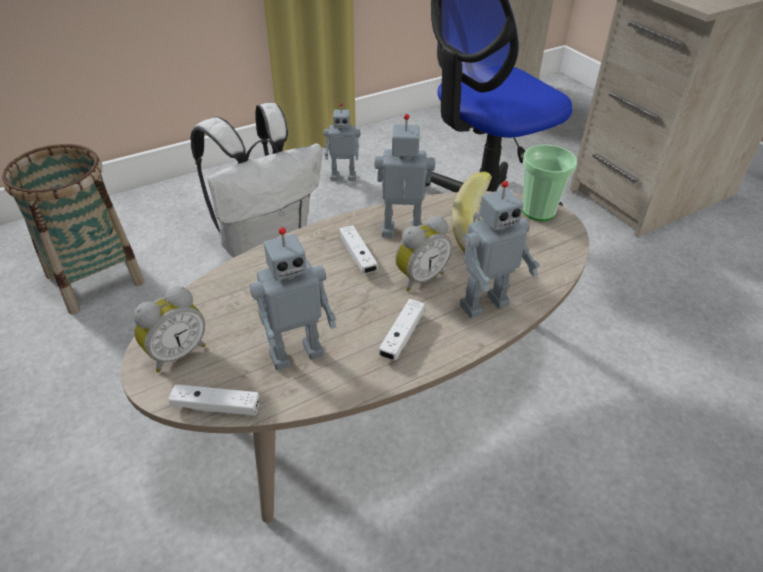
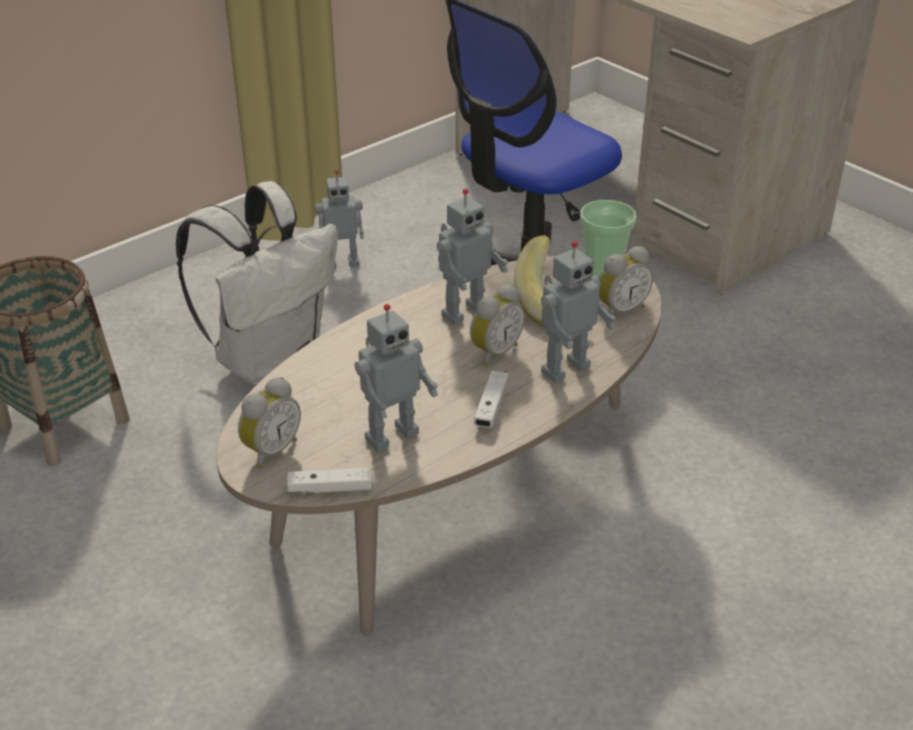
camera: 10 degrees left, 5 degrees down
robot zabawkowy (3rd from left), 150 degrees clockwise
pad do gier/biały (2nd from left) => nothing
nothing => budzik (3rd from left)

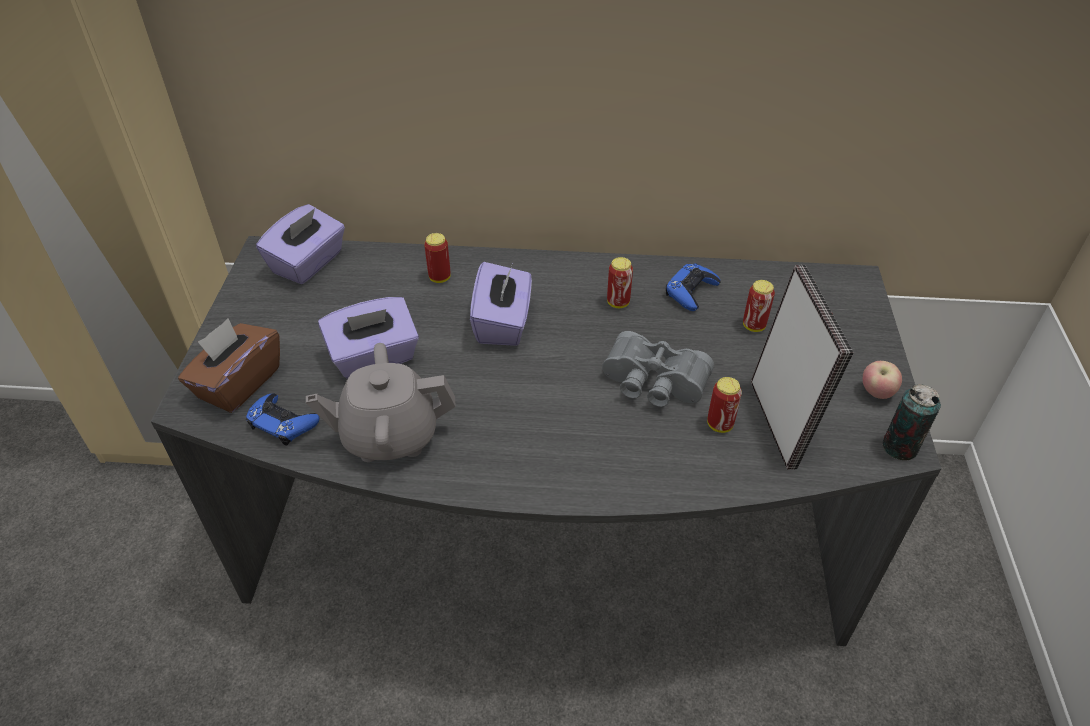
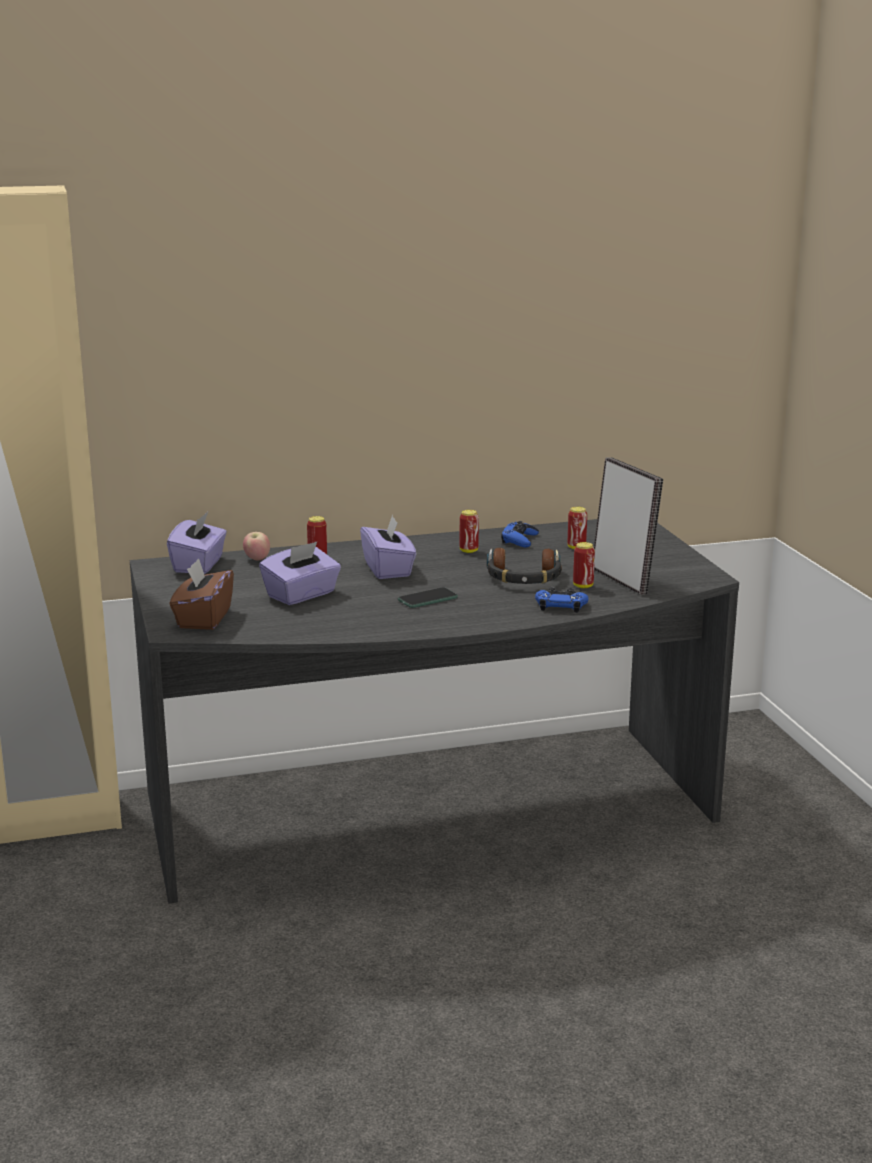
camera: 20 degrees left, 25 degrees down
lornetka/szary => słuchawki
imbryk/szary => nothing
jabłko, move
puszka (5th from left) => nothing
pad do gier/niebieski (1st from left in the first image) => pad do gier/niebieski (2nd from left), move
nothing => telefon

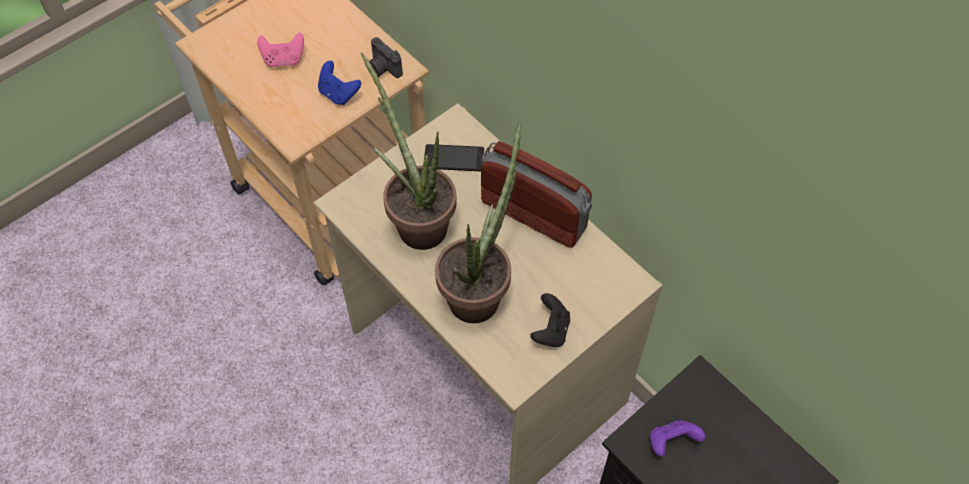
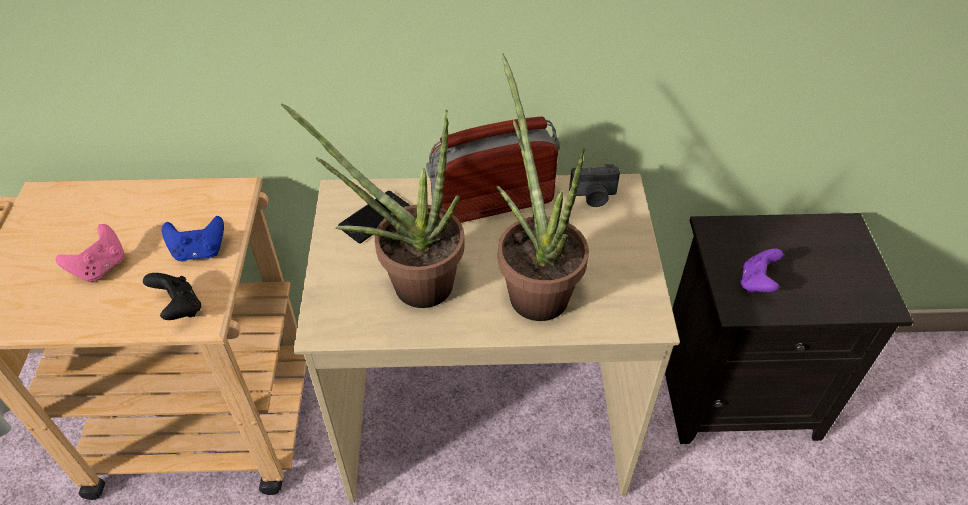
camera: 50 degrees left, 10 degrees down
aparat fotograficzny, move
pad do gier/czarny, move

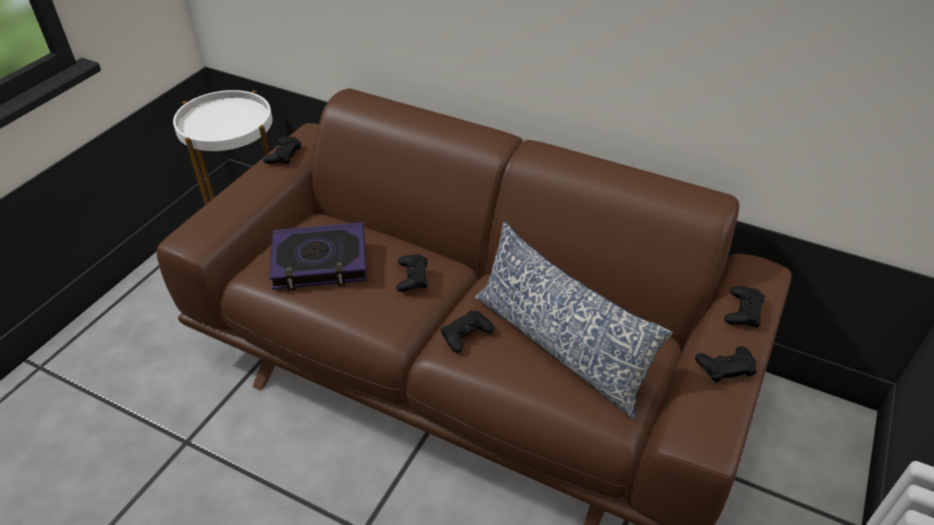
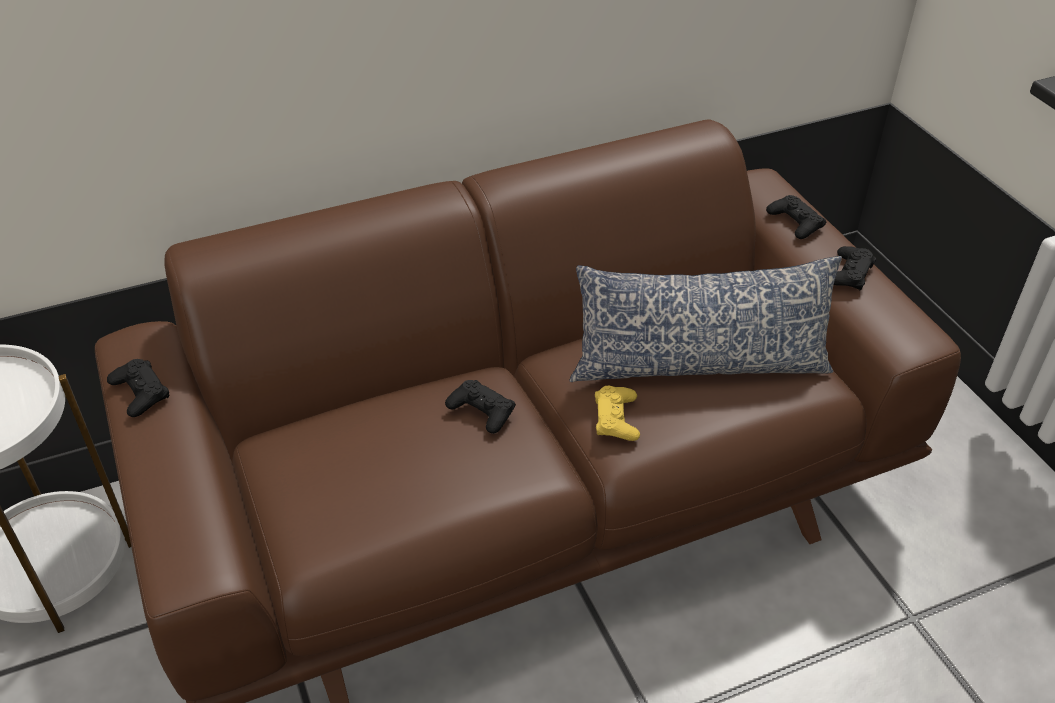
camera: 50 degrees left, 0 degrees up
książka => nothing
pad do gier/czarny (3rd from left) => pad do gier/żółty

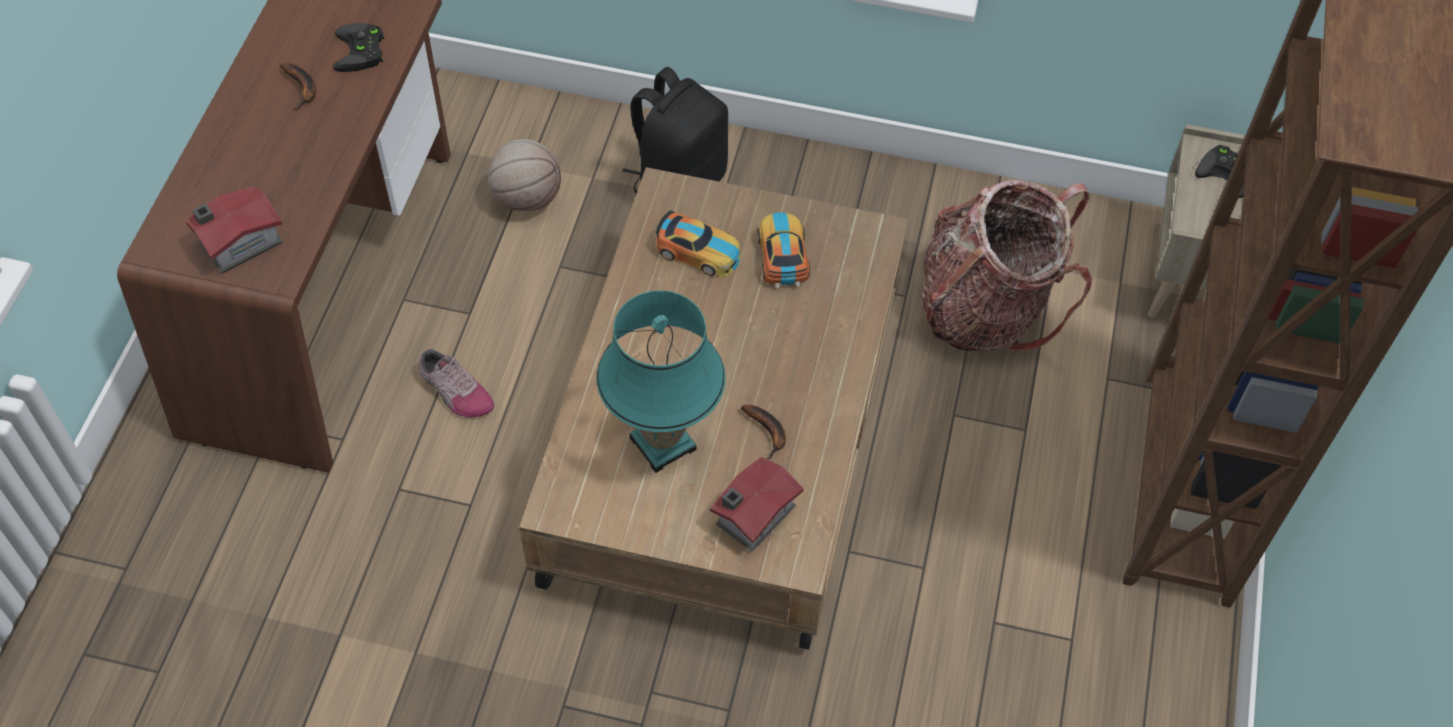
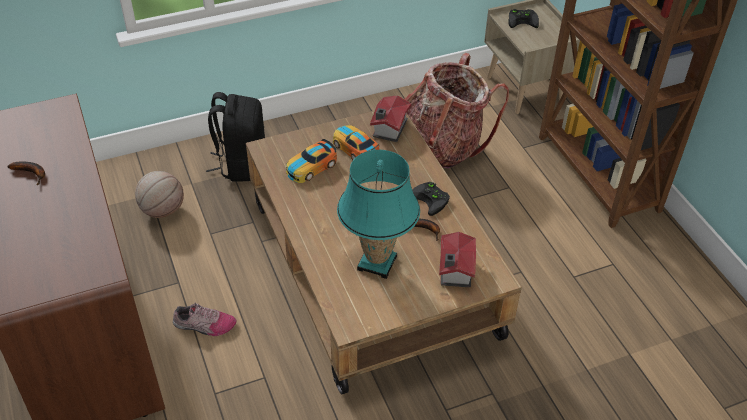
camera: 35 degrees left, 10 degrees down
pad do gier/czarny (1st from left), move
domek (1st from left), move
samochodzik (1st from left), 150 degrees clockwise

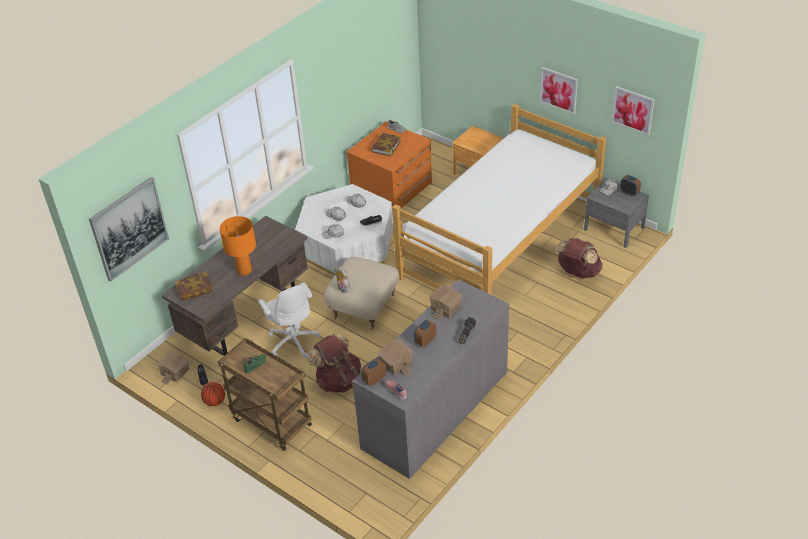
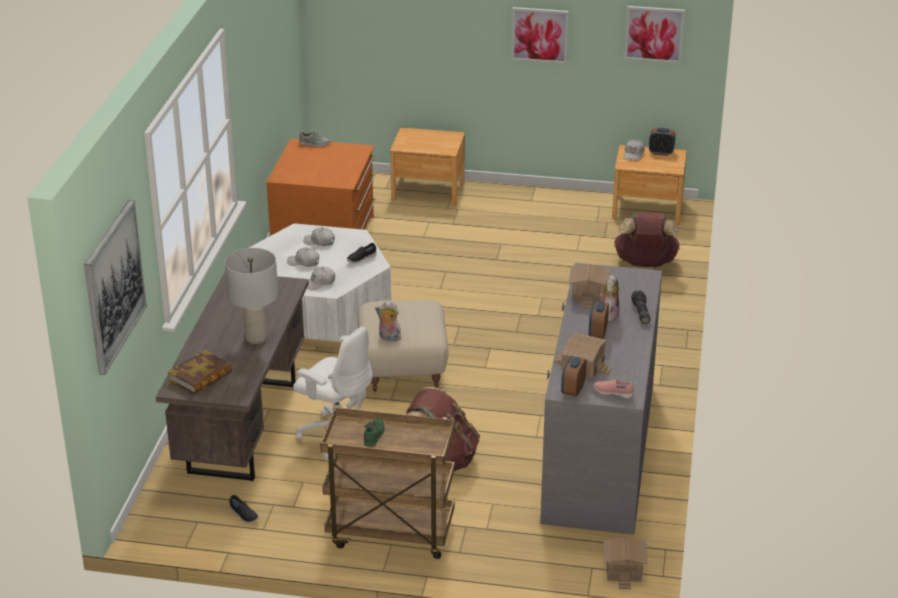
camera: 30 degrees left, 10 degrees down
łóżko => nothing
książka (2nd from left) => nothing
szafka nocna/szary => szafka nocna/brązowy (2nd from left)
lampa stołowa/pomarańczowy => lampa stołowa/szary
domek (1st from left in the first image) => domek (3rd from left), move
piłka do koszykówki => nothing
nothing => pluszak (2nd from left)

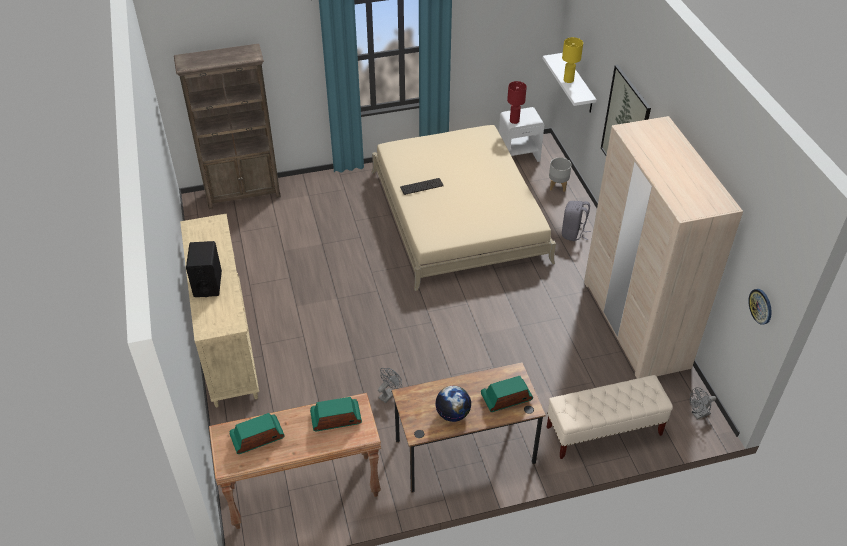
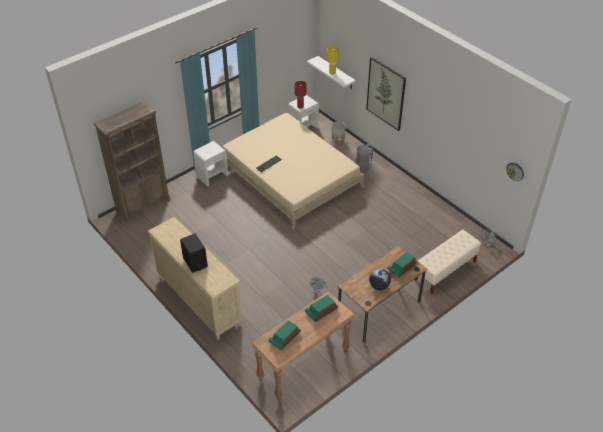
camera: 25 degrees left, 0 degrees up
szafa/beżowy => nothing
nothing => szafka nocna/biały (1st from left)

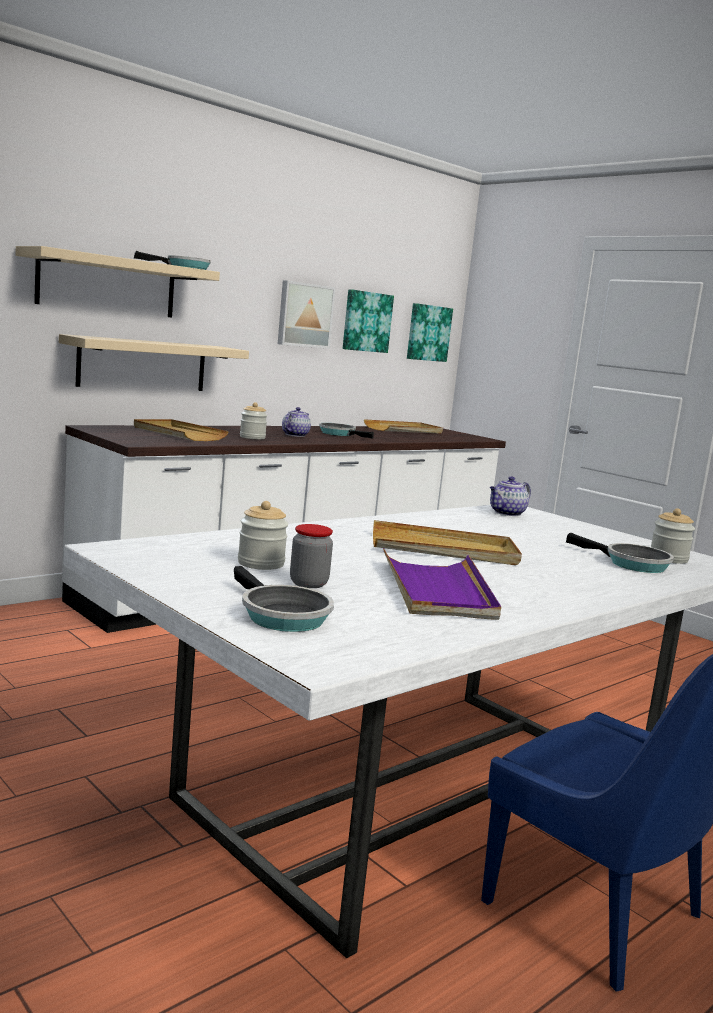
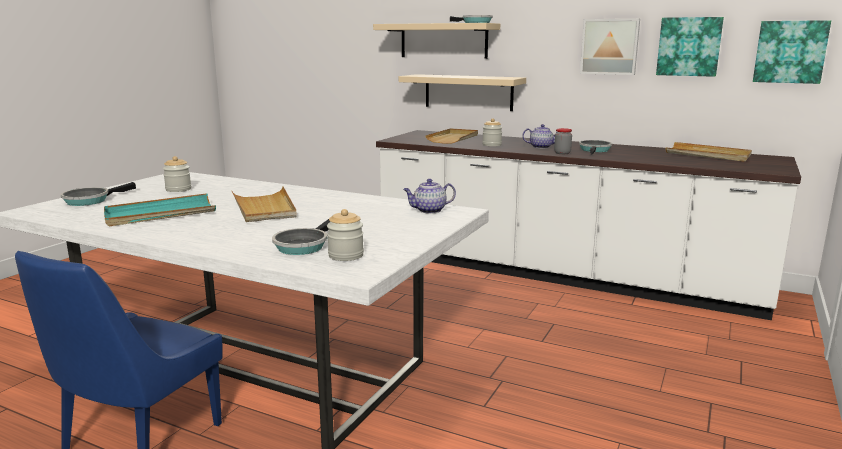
camera: 70 degrees right, 5 degrees up
imbryk (2nd from left in the first image) => imbryk (1st from left), 45 degrees counterclockwise
słoik (3rd from left in the first image) => słoik (4th from left), move
taca/fioletowy => taca/turkusowy

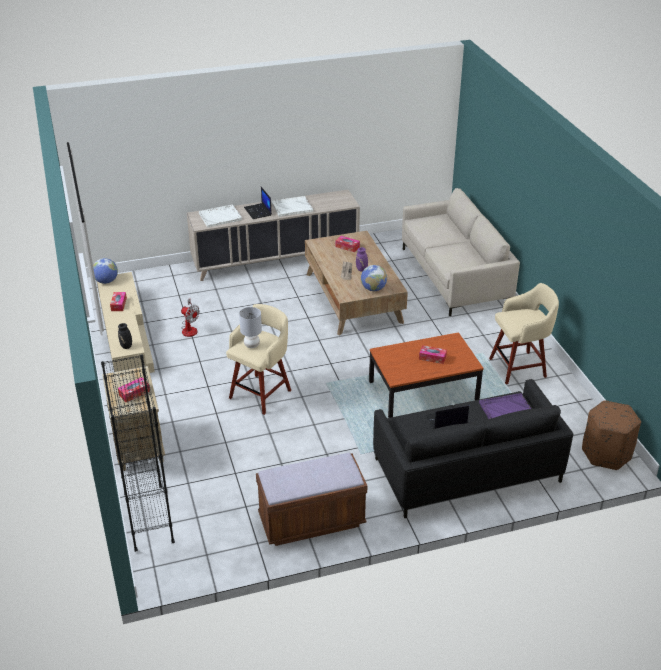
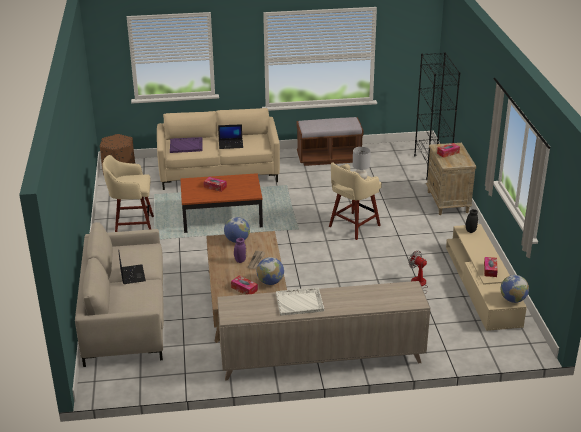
camera: 170 degrees left, 5 degrees down
laptop (1st from left), move
taca/biały (1st from left) => nothing
kanapa/czarny => kanapa/beżowy (2nd from left)
nothing => globus (2nd from left)

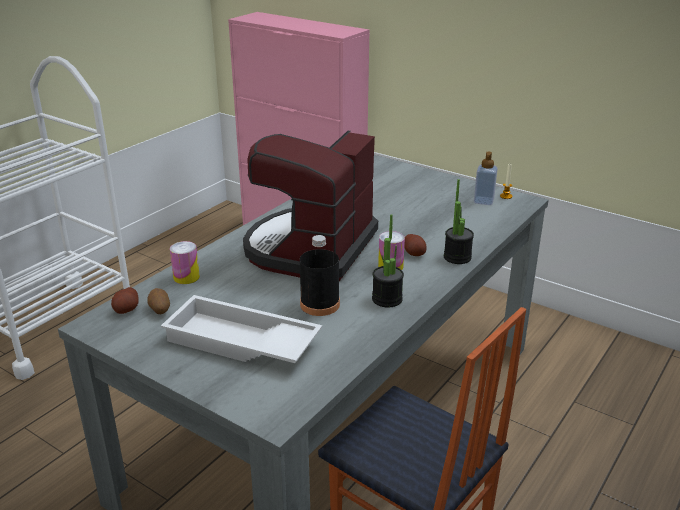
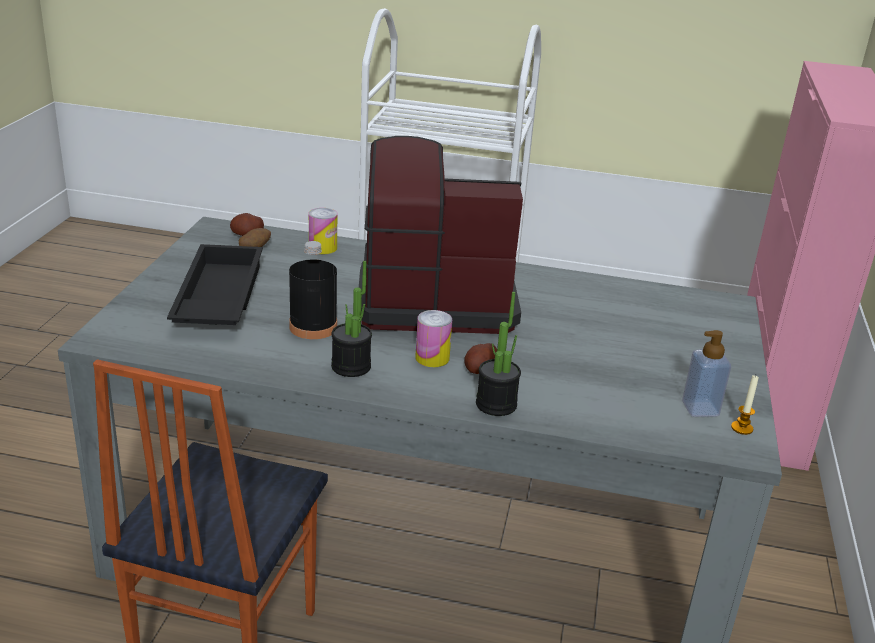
camera: 65 degrees right, 0 degrees up
taca/biały => taca/czarny

